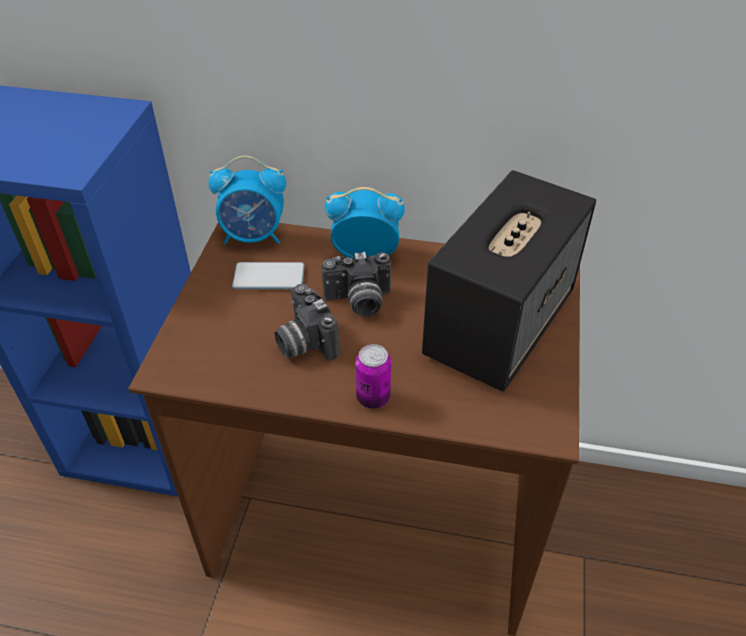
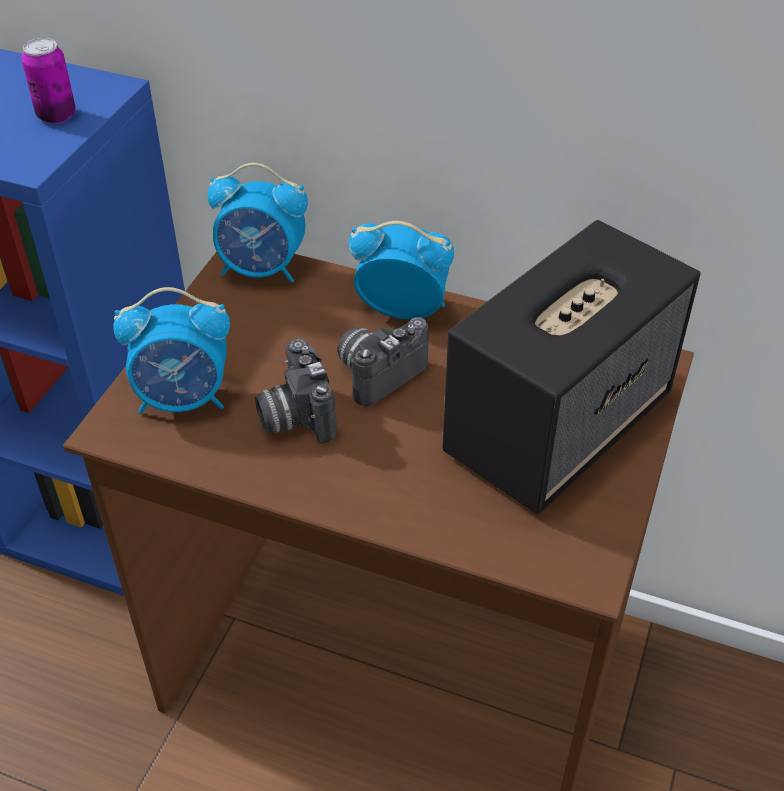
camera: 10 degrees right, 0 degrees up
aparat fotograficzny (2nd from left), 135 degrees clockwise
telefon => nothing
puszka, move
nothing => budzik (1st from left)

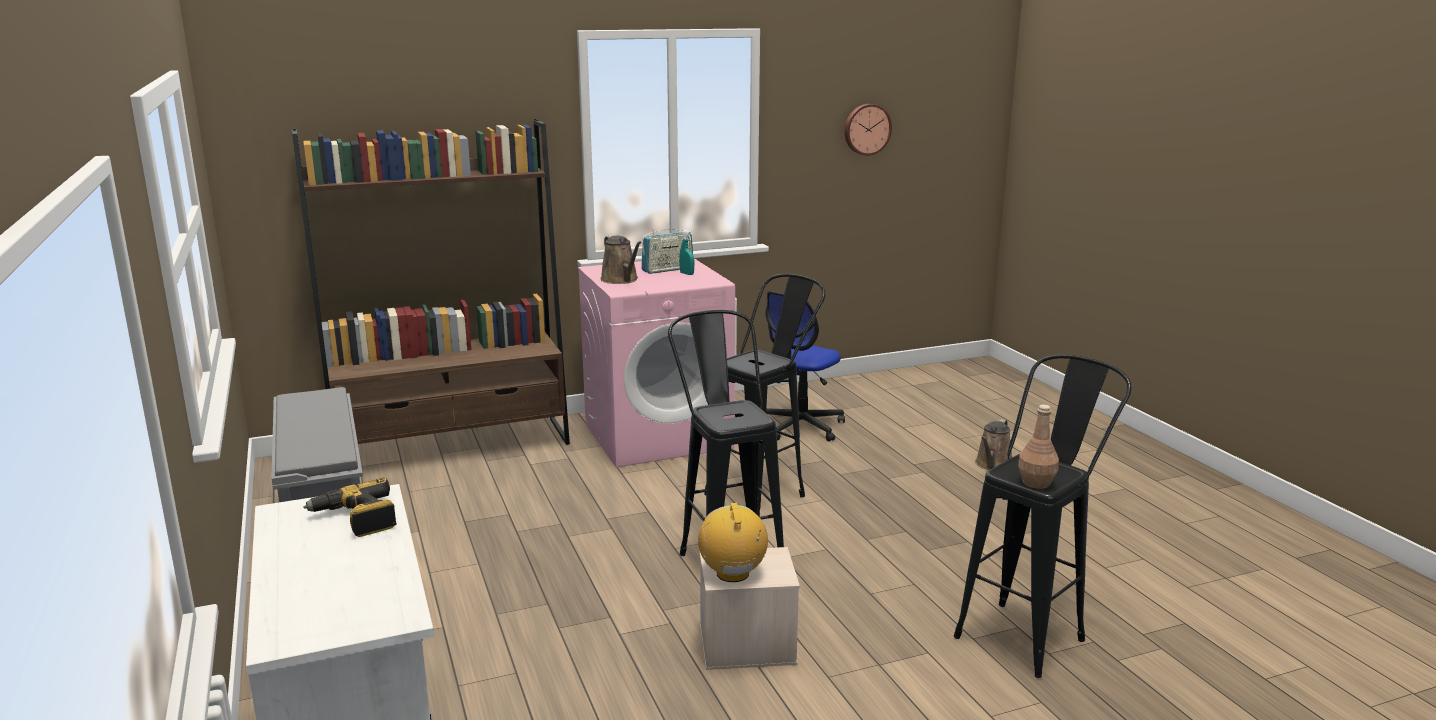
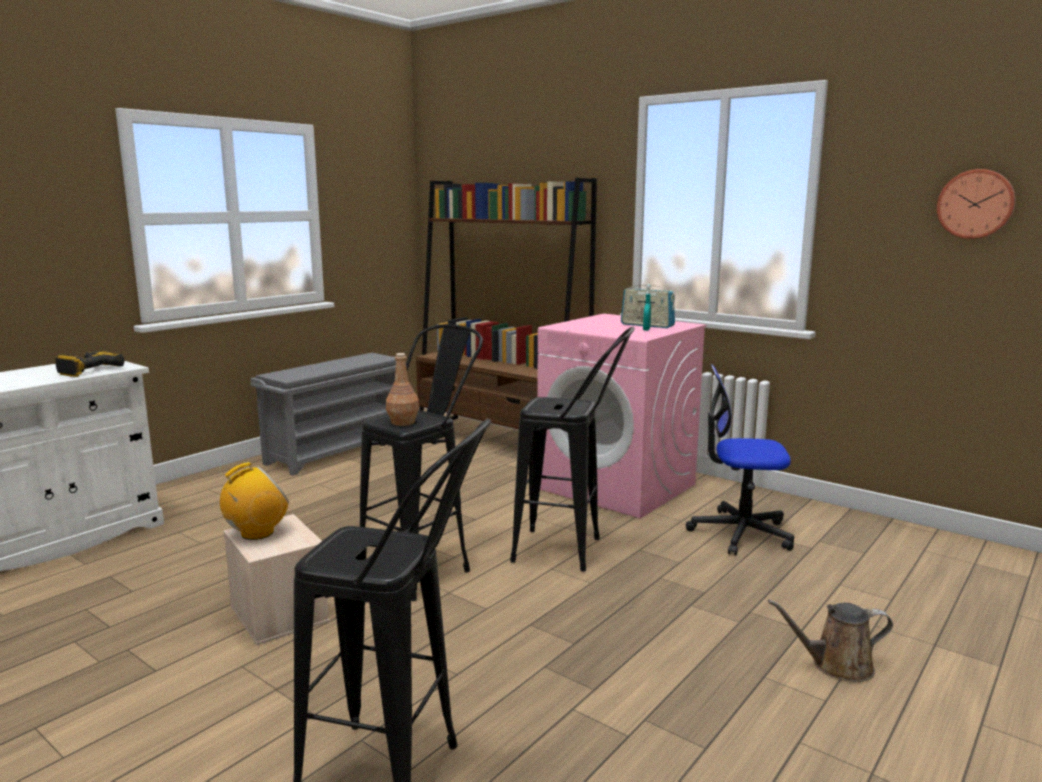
camera: 60 degrees right, 5 degrees down
konewka/brązowy (1st from left) => nothing
butelka/brązowy, move

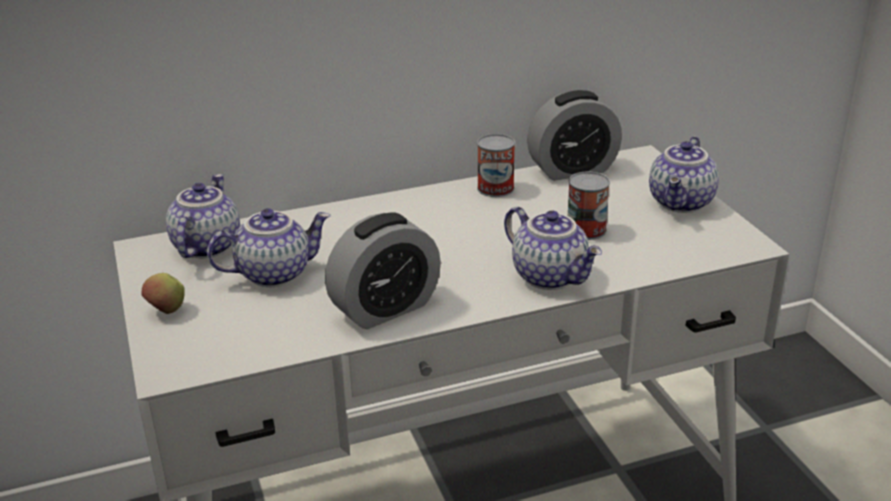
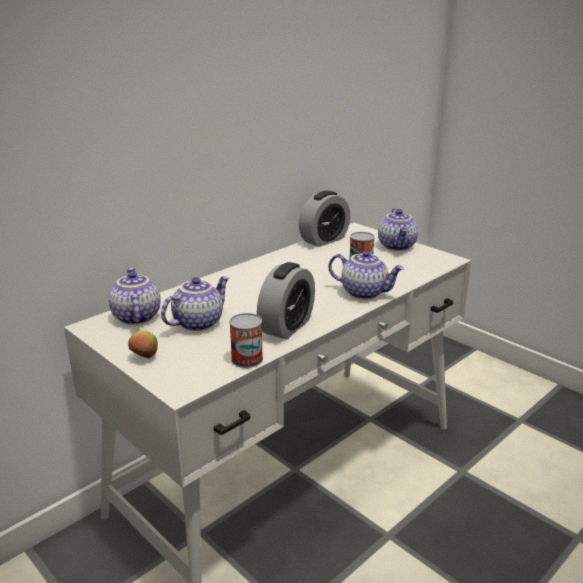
camera: 25 degrees left, 5 degrees down
puszka (1st from left), move

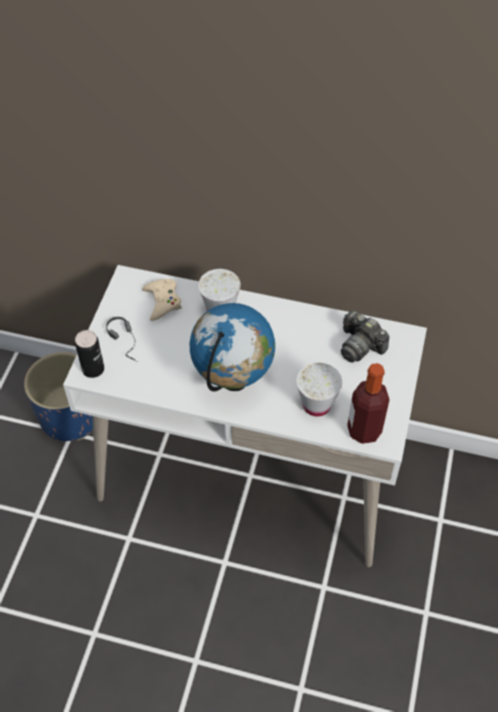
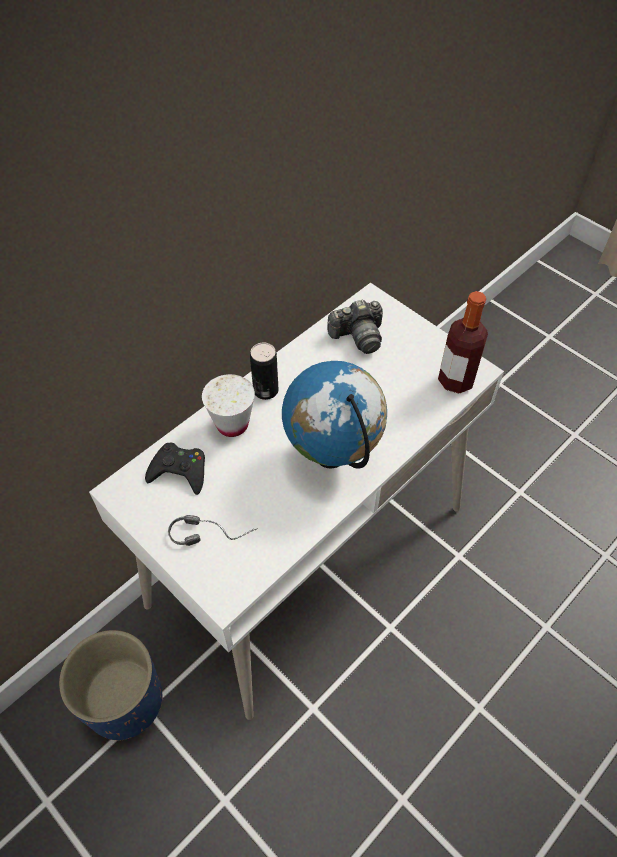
camera: 60 degrees left, 0 degrees up
pad do gier/beżowy => pad do gier/czarny
puszka, move
filiżanka/biały (2nd from left) => nothing

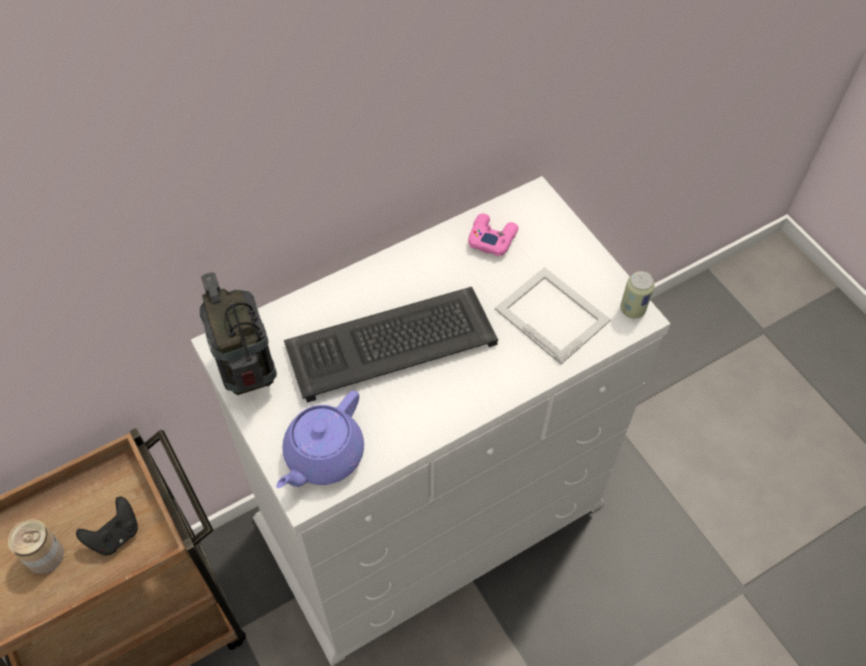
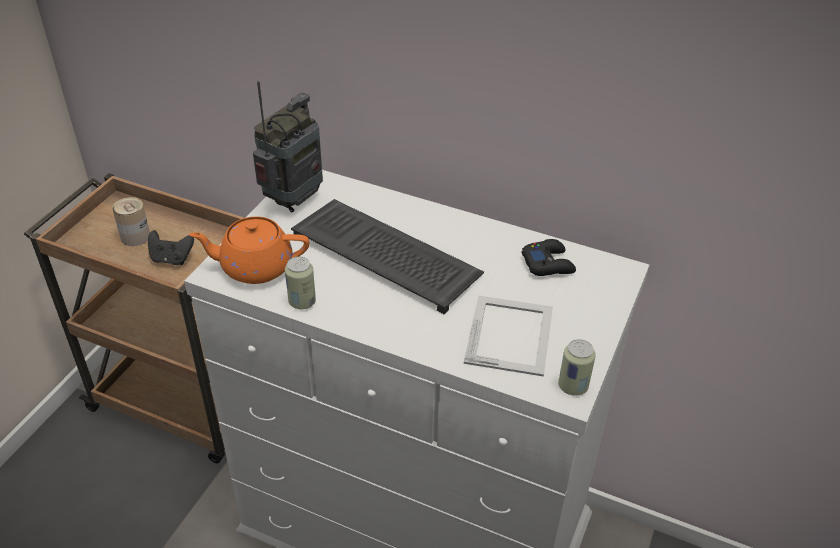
camera: 55 degrees right, 15 degrees down
pad do gier/różowy => pad do gier/czarny (2nd from left)
imbryk/fioletowy => imbryk/pomarańczowy
nothing => puszka (2nd from left)

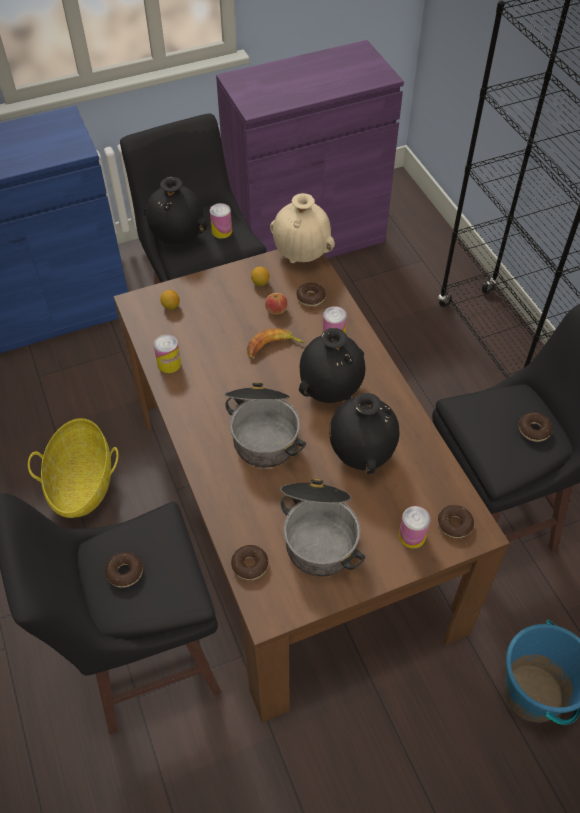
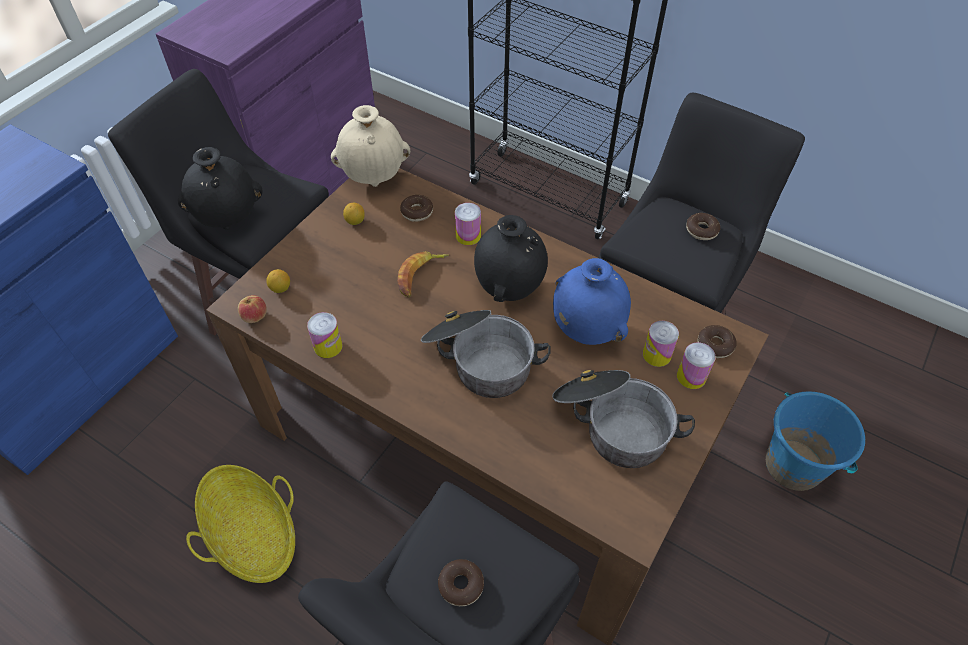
camera: 35 degrees left, 0 degrees up
puszka (2nd from left in the first image) => puszka (3rd from left), move
jabłko, move
wazon/czarny (3rd from left) => wazon/niebieski
donut (2nd from left) => nothing

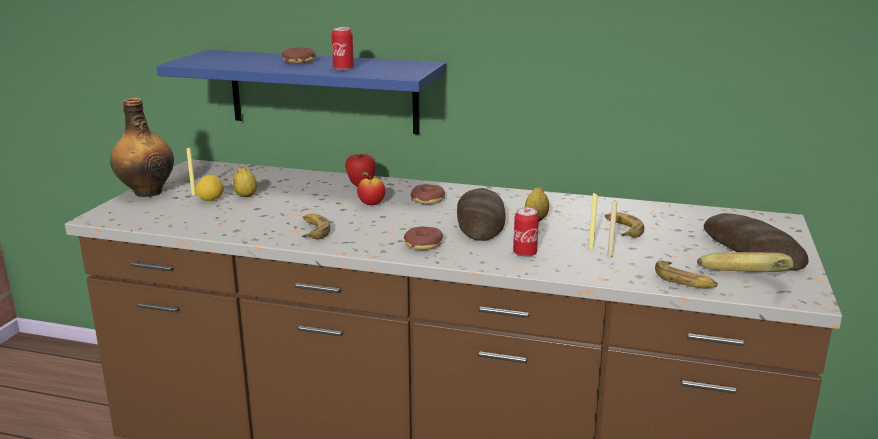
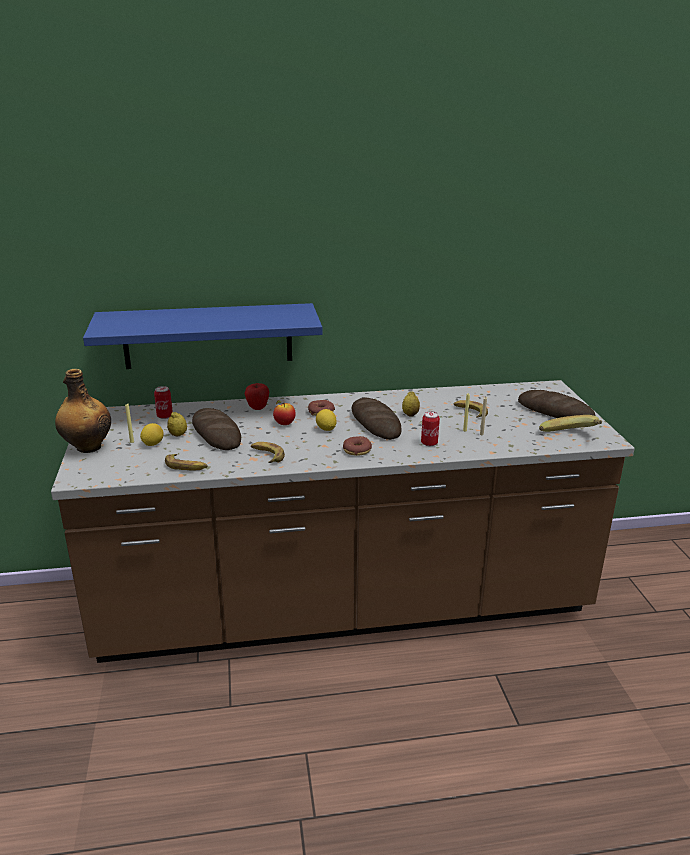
camera: 25 degrees left, 5 degrees up
puszka (1st from left), move
donut (1st from left) => nothing
banan (3rd from left in the first image) => banan (1st from left), move
nothing => chleb (1st from left)
nothing => cytryna (3rd from left)

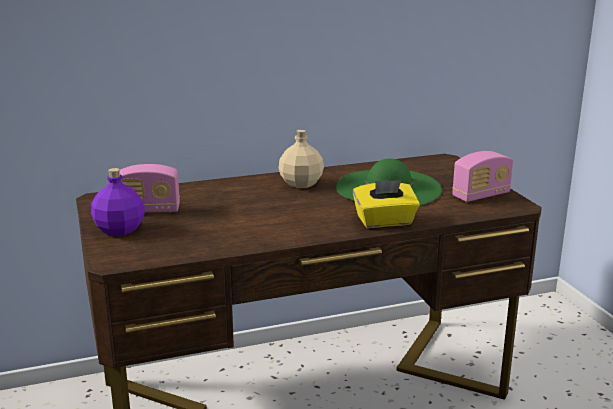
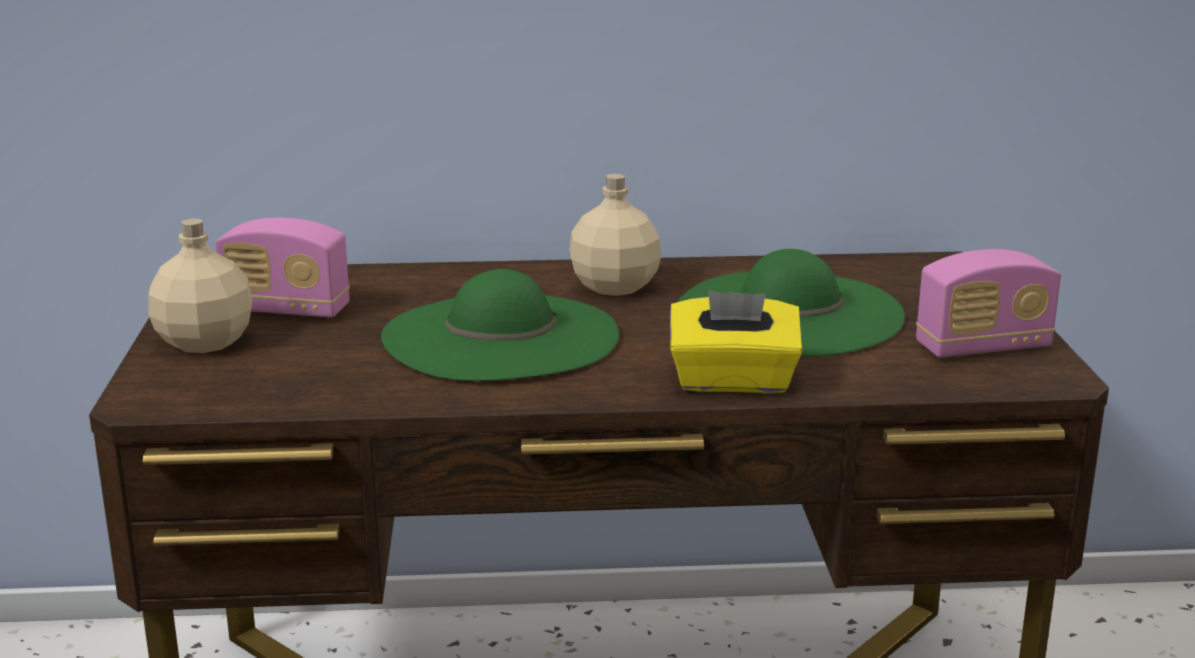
camera: 15 degrees right, 0 degrees up
butelka/fioletowy => butelka/beżowy (1st from left)
nothing => kapelusz/zielony (1st from left)

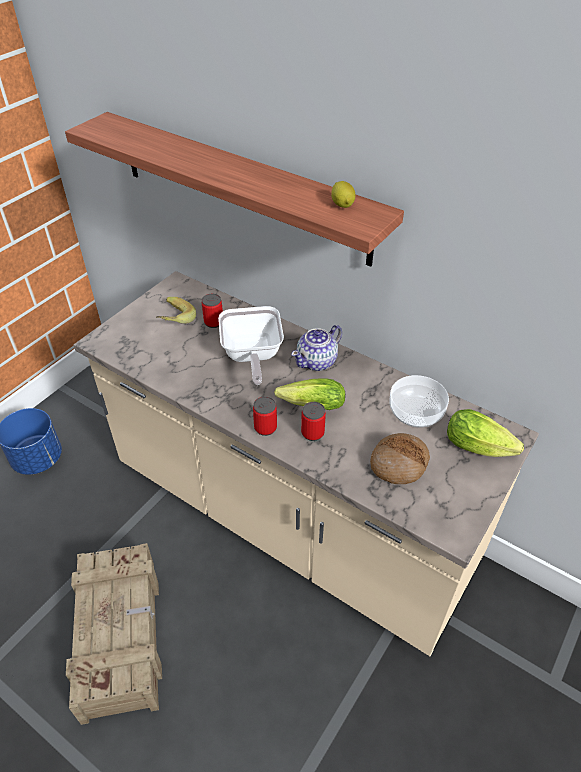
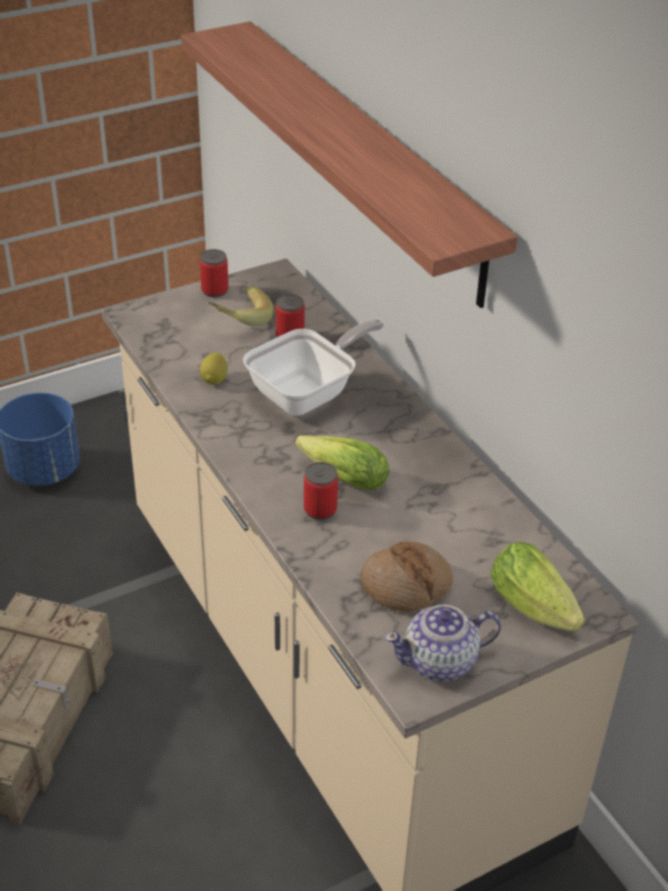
camera: 25 degrees right, 5 degrees down
cytryna, move
patelnia, 150 degrees counterclockwise
imbryk, move
miska => nothing
puszka (2nd from left in the first image) => puszka (1st from left), move

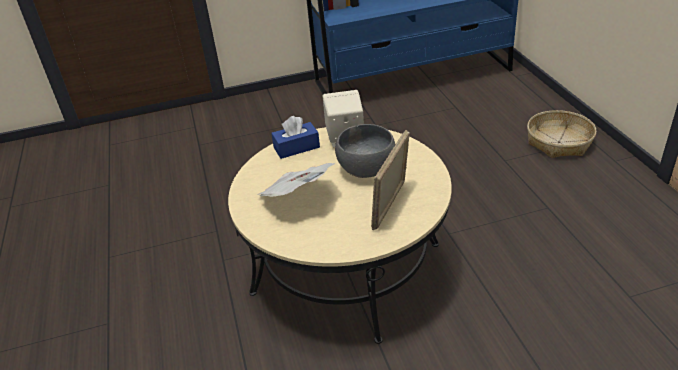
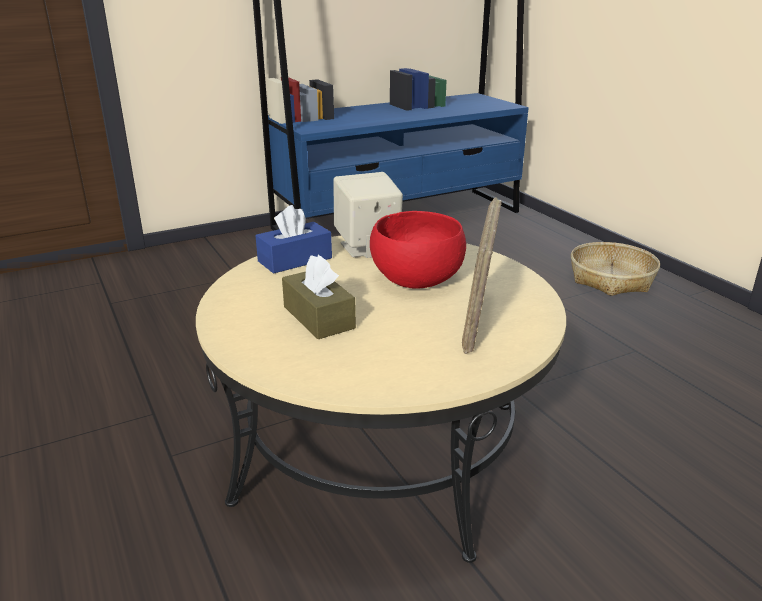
camera: 15 degrees left, 10 degrees down
miska/szary => miska/czerwony
gazeta => pudełko chusteczek/brązowy

